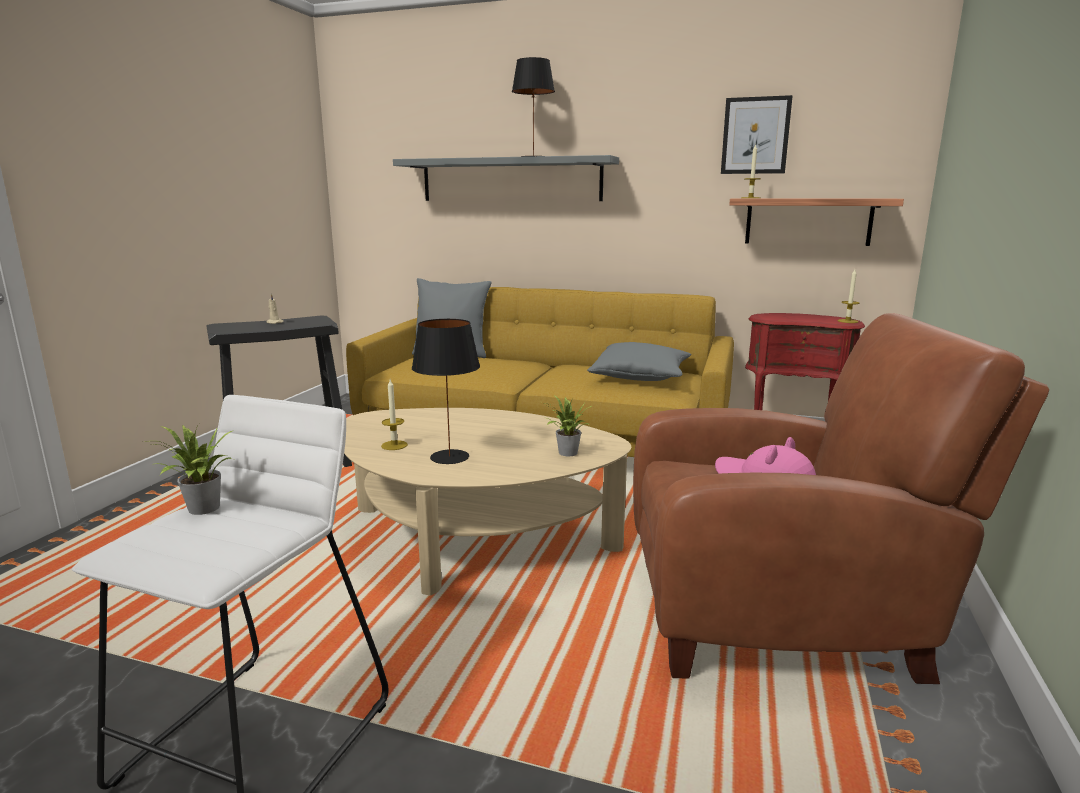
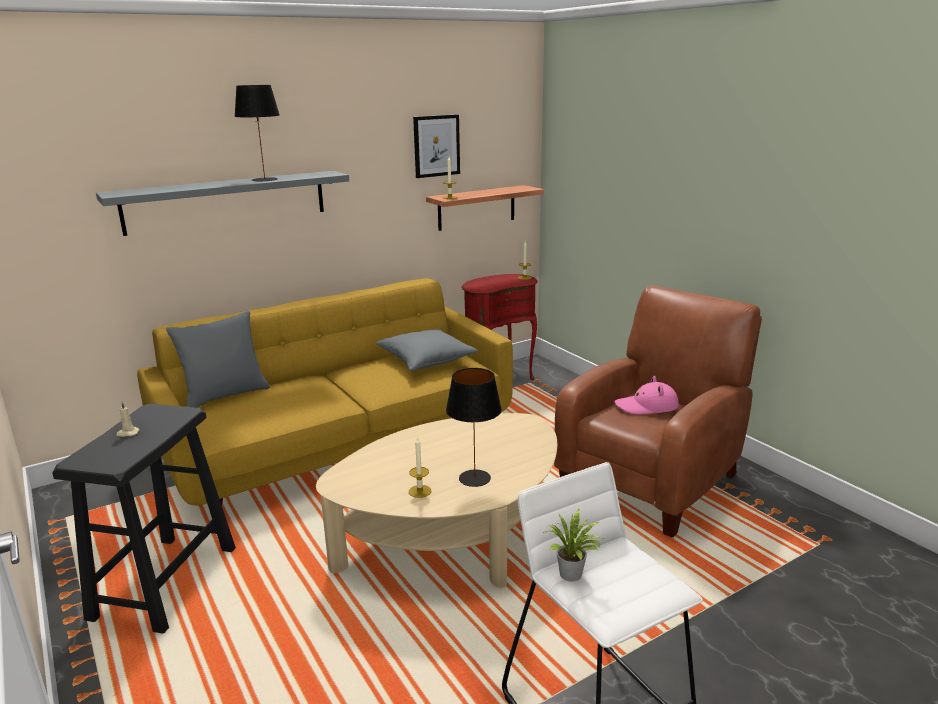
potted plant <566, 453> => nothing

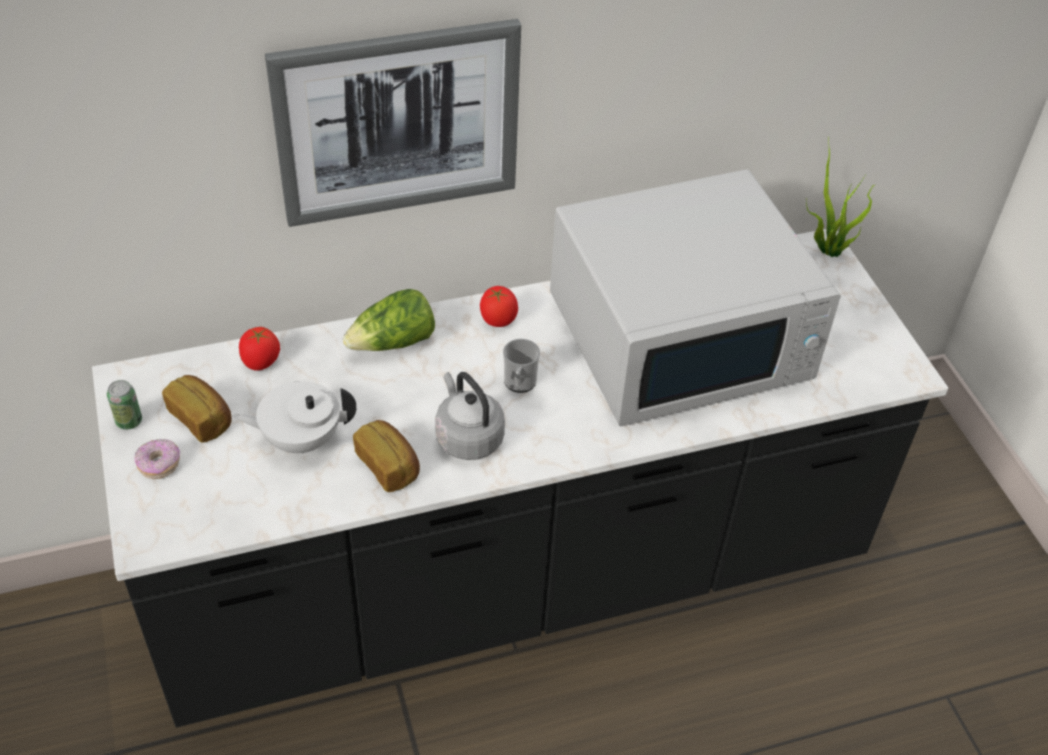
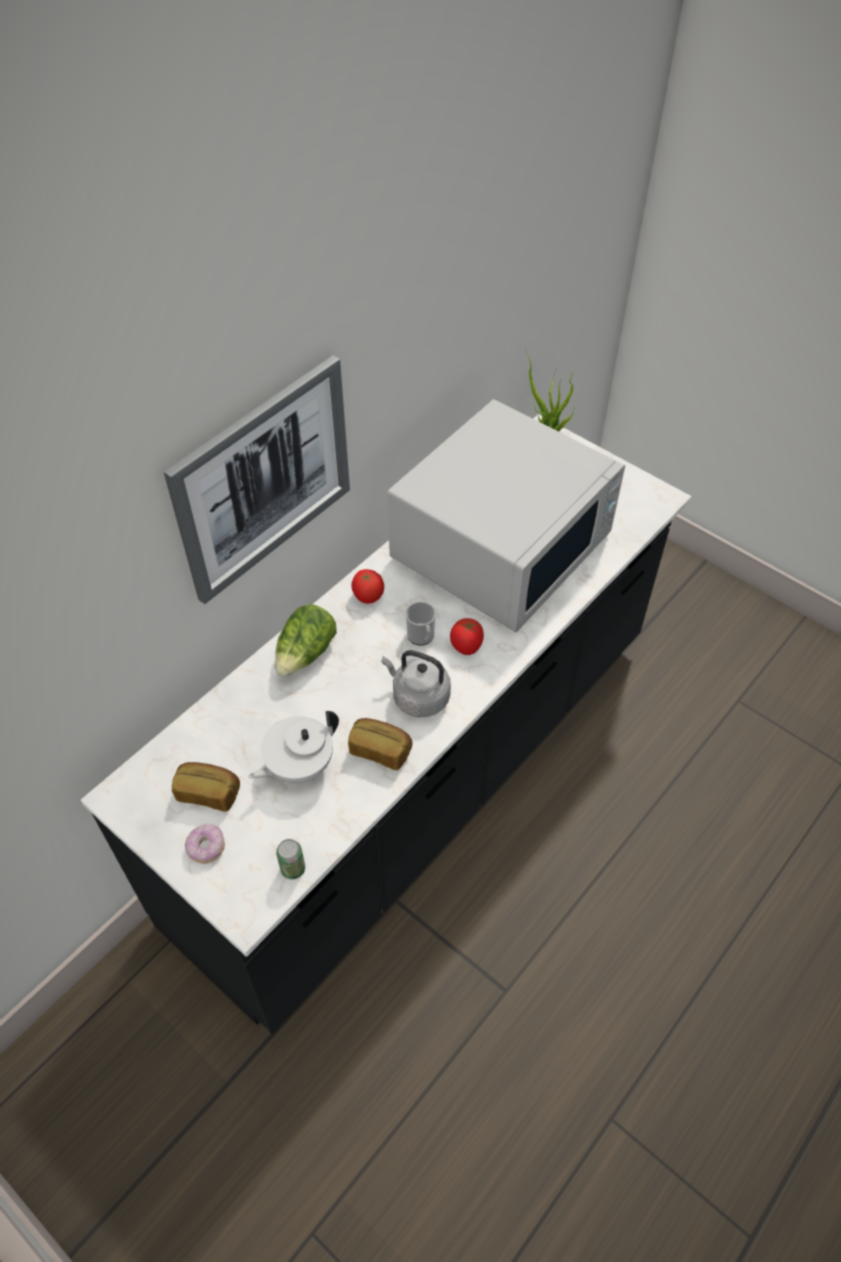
can <129, 421> => can <293, 869>, relocated
tomato <261, 362> => tomato <466, 646>, relocated

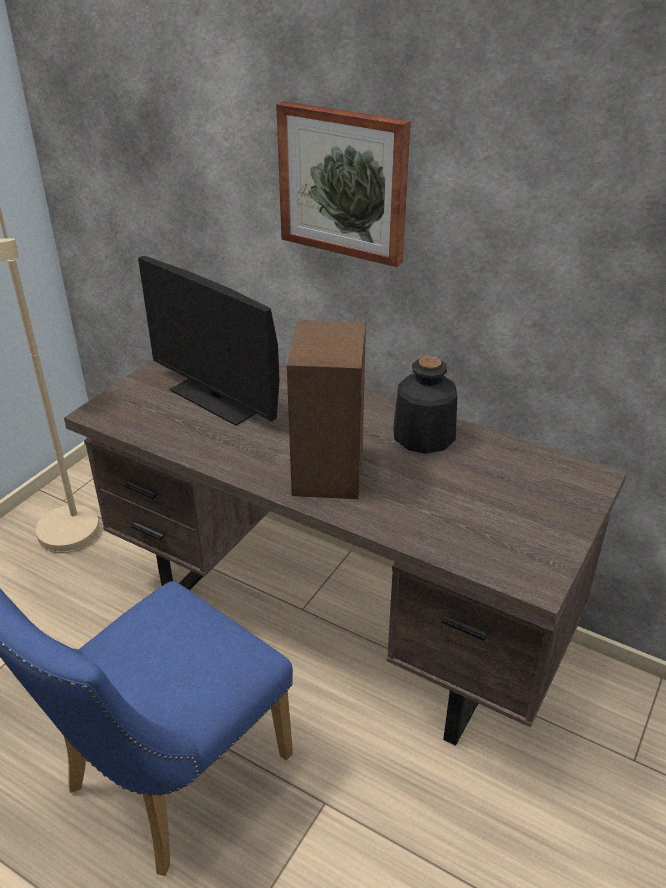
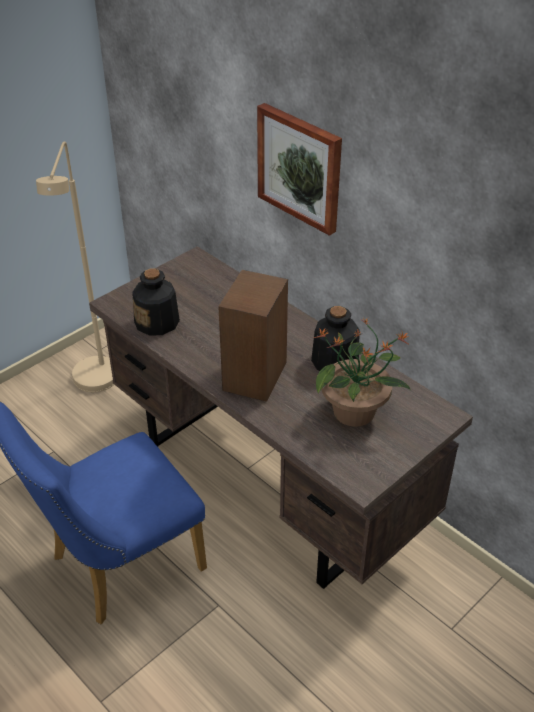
monitor <218, 398> => nothing
nothing => bottle <157, 322>
nothing => potted plant <355, 412>

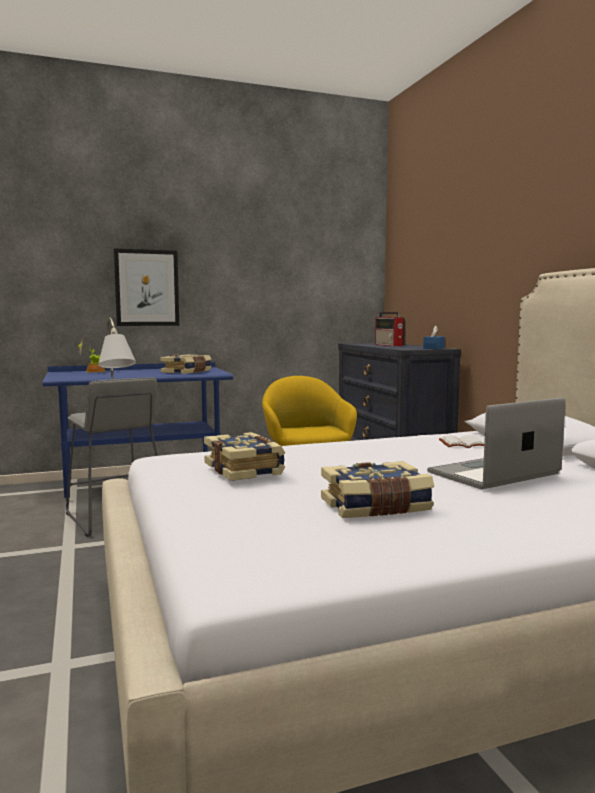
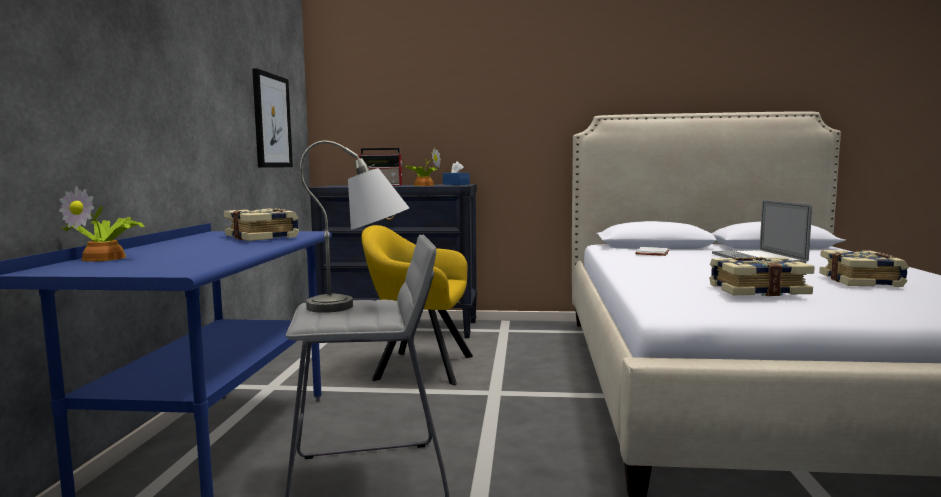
picture <147, 288> => picture <271, 121>, relocated
nothing => potted plant <422, 185>

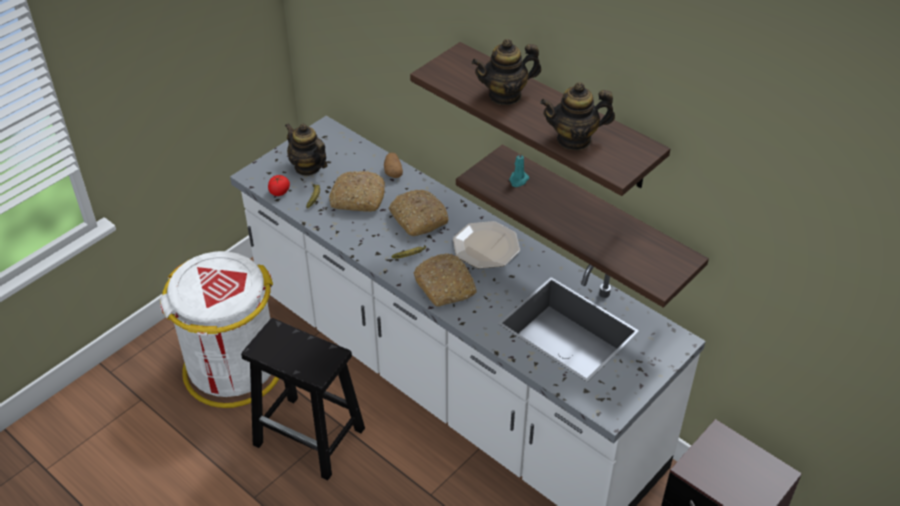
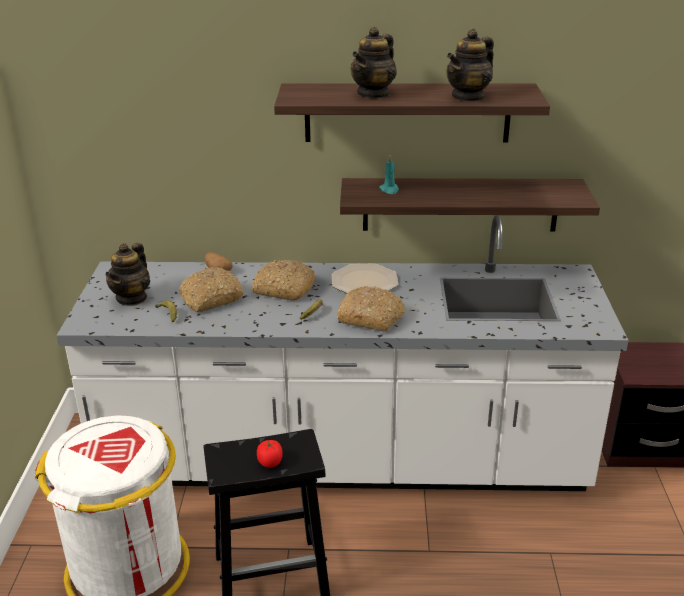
tomato <279, 192> => tomato <270, 462>, relocated
teapot <308, 167> => teapot <132, 298>, 75 degrees counterclockwise

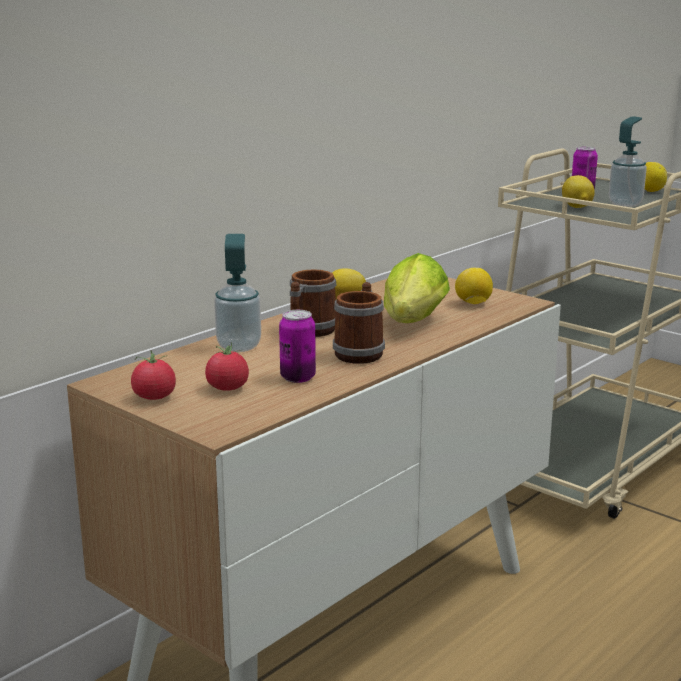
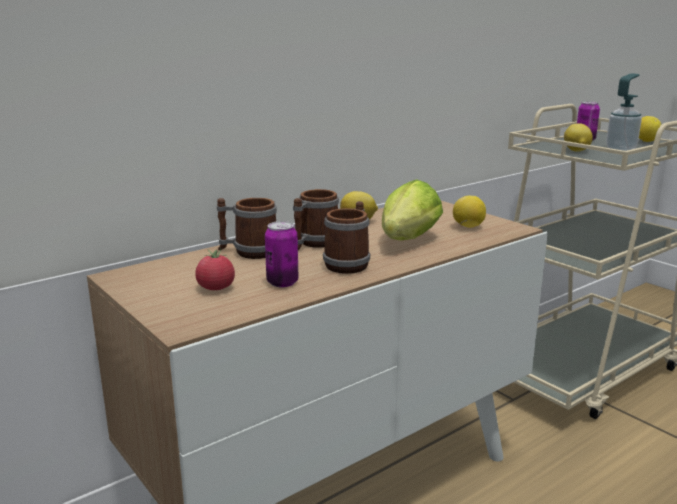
tomato <154, 397> => nothing
soap dispenser <239, 346> => mug <248, 252>

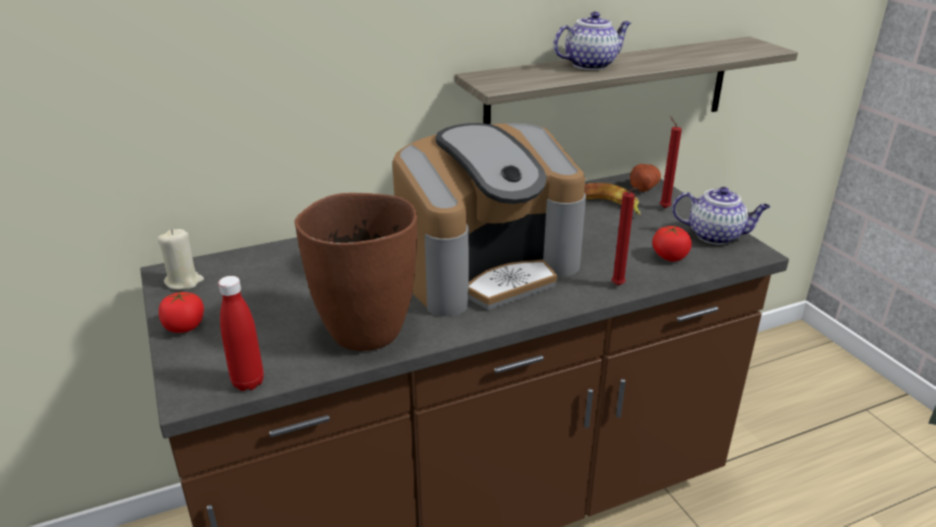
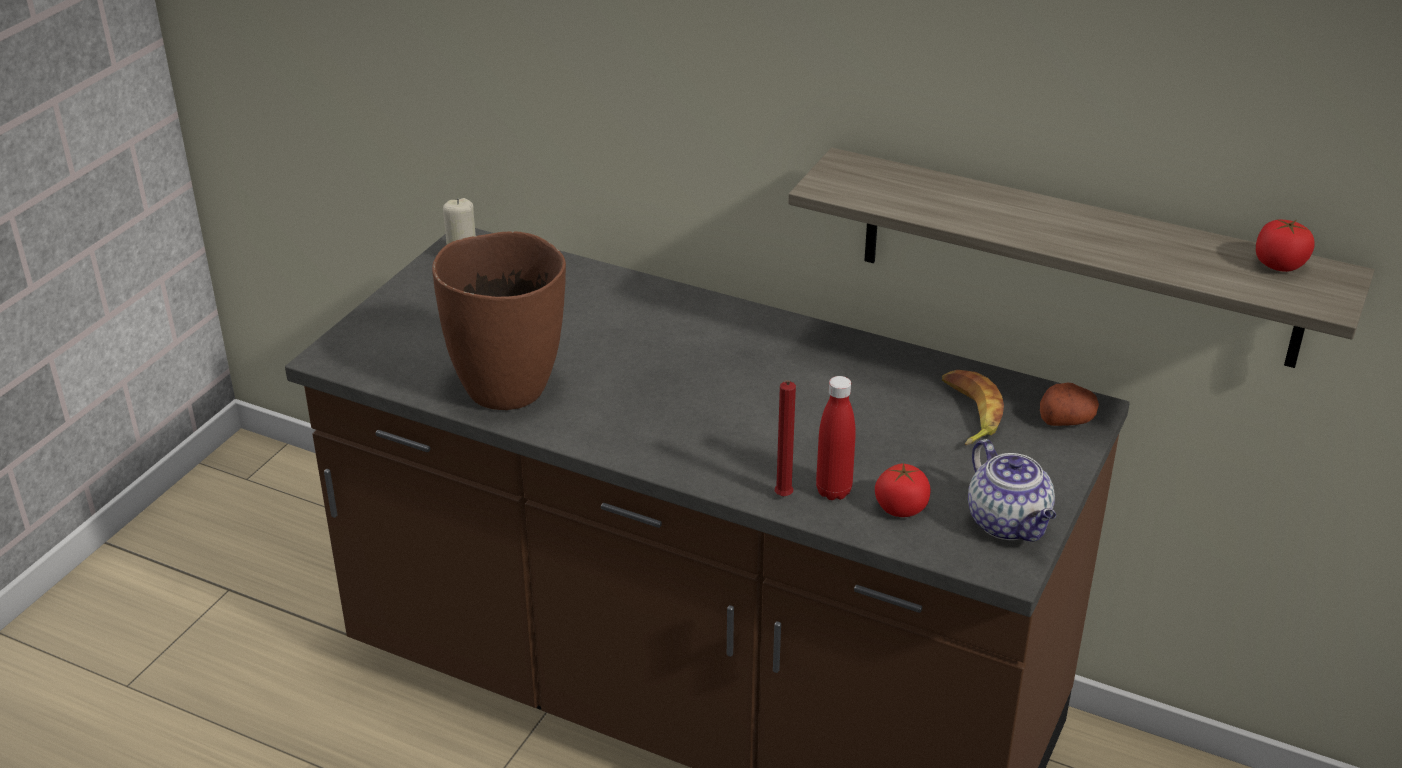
tomato <184, 326> => tomato <1279, 264>, relocated
red bottle <248, 382> => red bottle <833, 491>, relocated
coffee machine <485, 267> => nothing
teapot <591, 65> => nothing
red candle <663, 207> => nothing

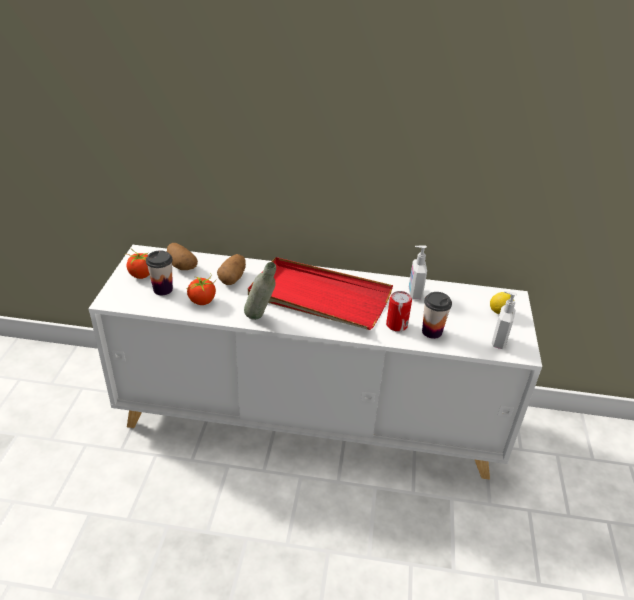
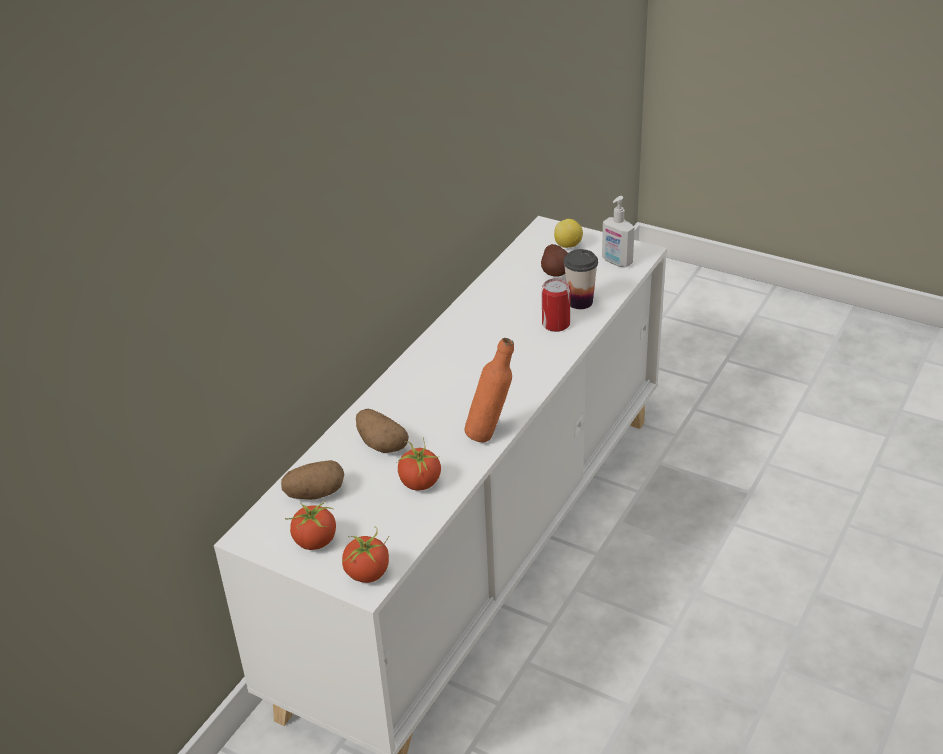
cup <163, 289> => nothing
grey bottle <260, 319> => orange bottle <491, 433>
red tray <319, 297> => nothing
soap dispenser <414, 293> => nothing
nothing => tomato <367, 573>
nothing => potato <555, 271>

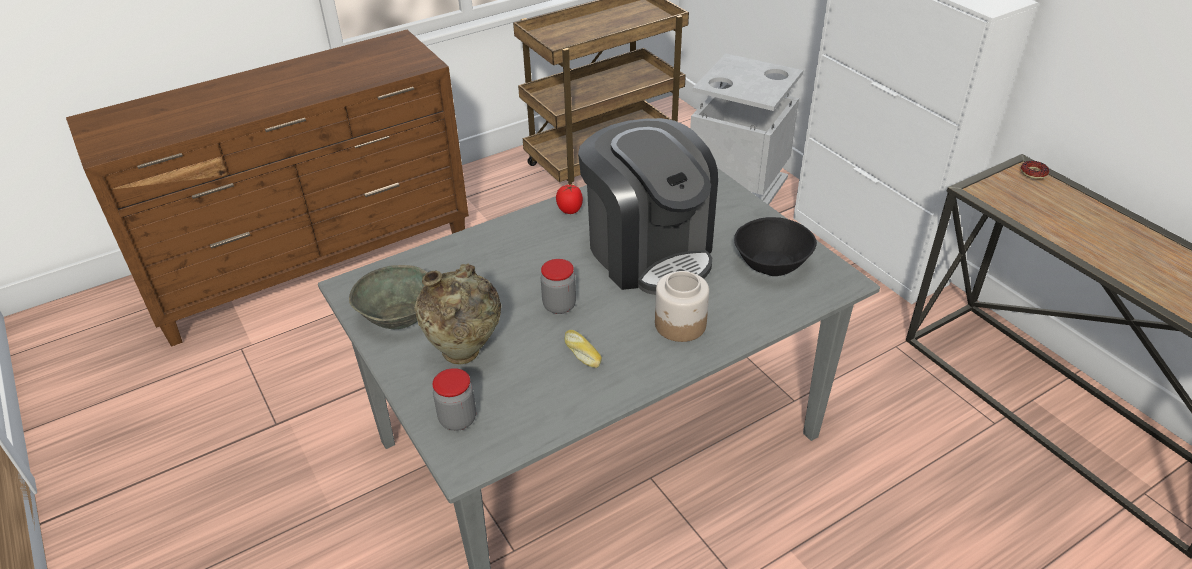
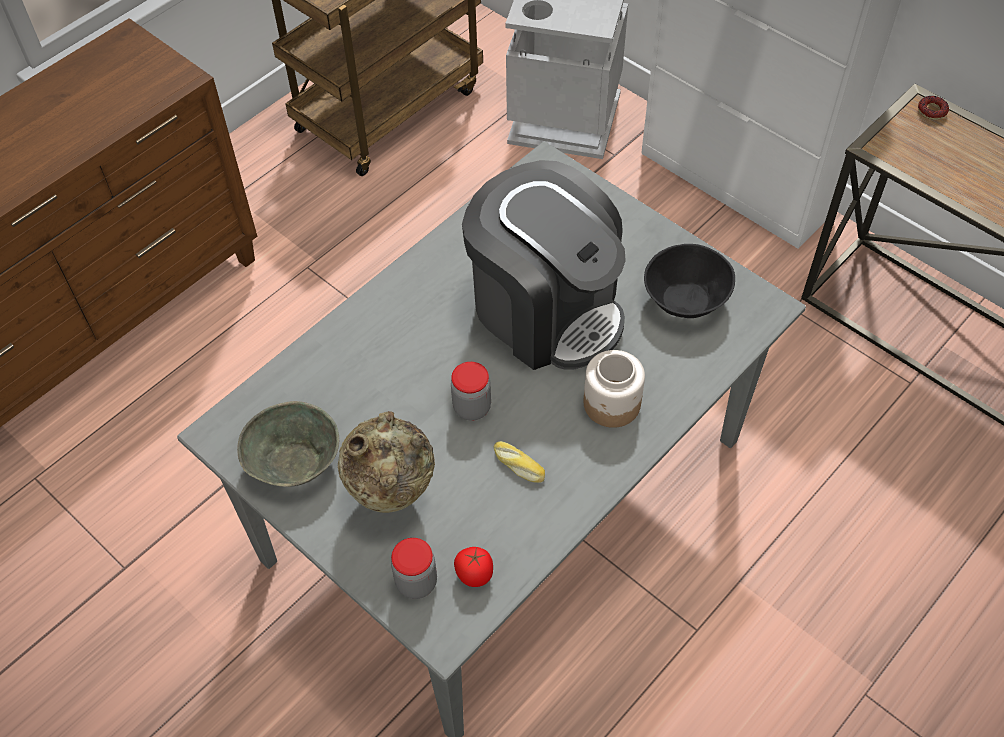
tomato <569, 210> => tomato <474, 575>, relocated

